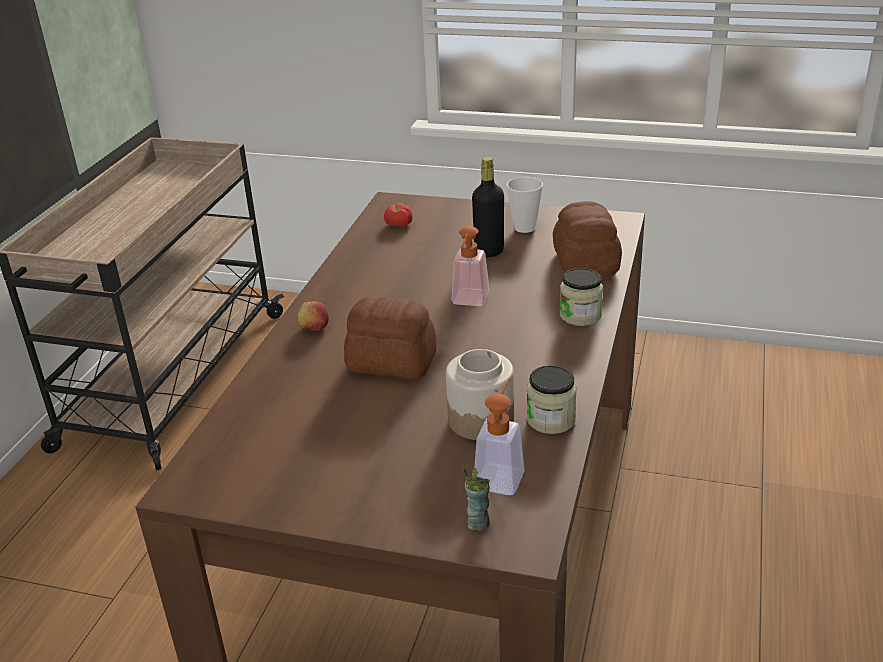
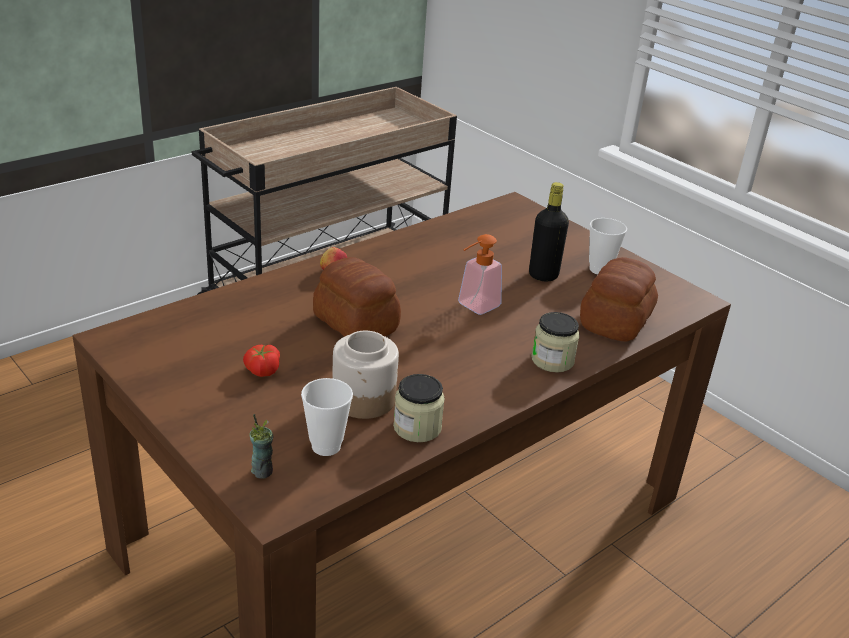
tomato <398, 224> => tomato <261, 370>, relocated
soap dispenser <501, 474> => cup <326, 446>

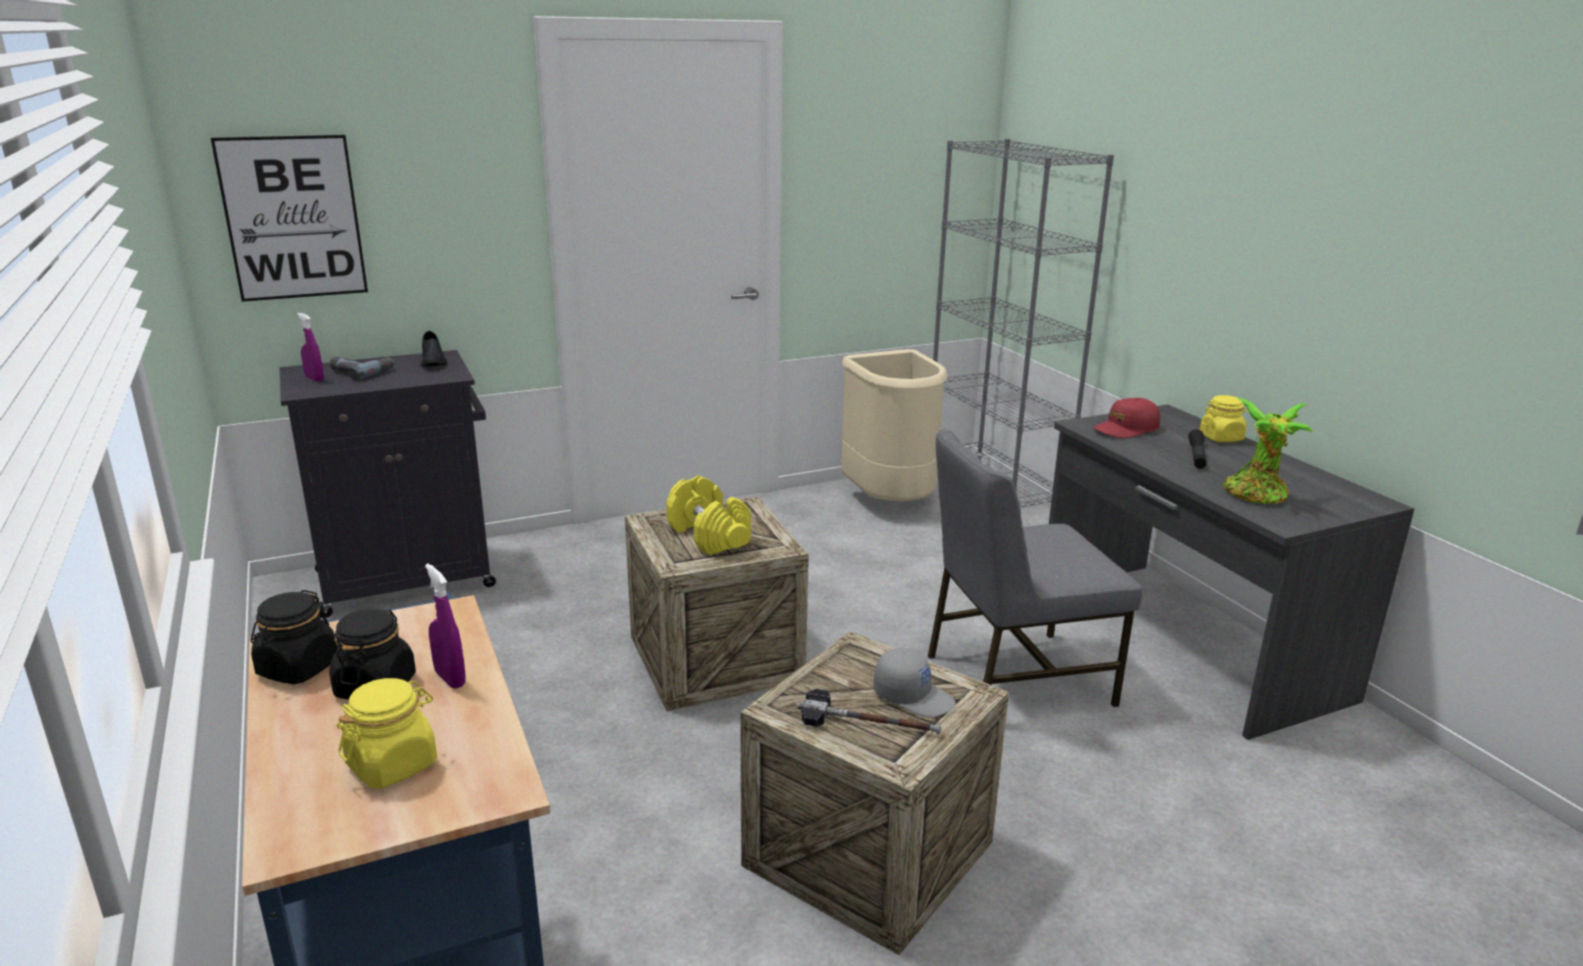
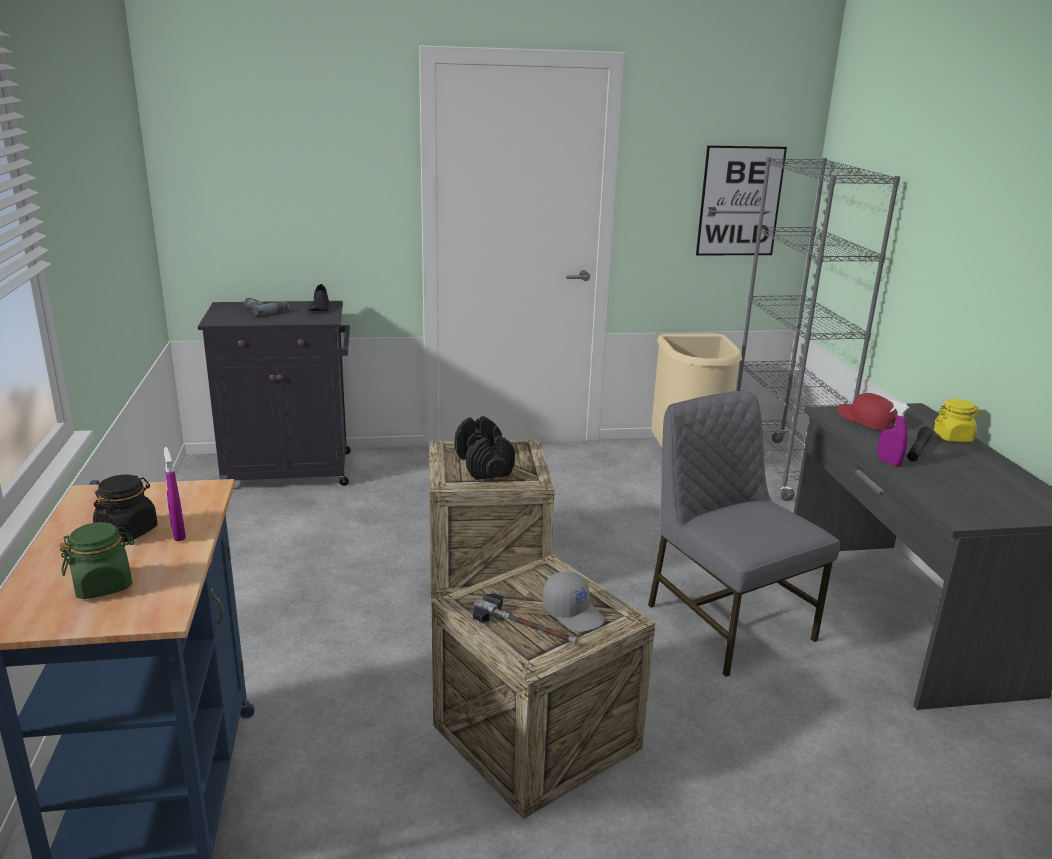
picture <293, 218> => picture <740, 201>, relocated
black jar <298, 668> => nothing
purple spray bottle <314, 379> => purple spray bottle <888, 462>, relocated
yellow jar <393, 764> => green jar <103, 585>
yellow dumbbell <709, 536> => black dumbbell <484, 465>
grey chair <1014, 678> => grey chair <726, 621>, 60 degrees clockwise
red cap <1126, 429> => red cap <866, 420>, 75 degrees clockwise
potted plant <1257, 496> => nothing

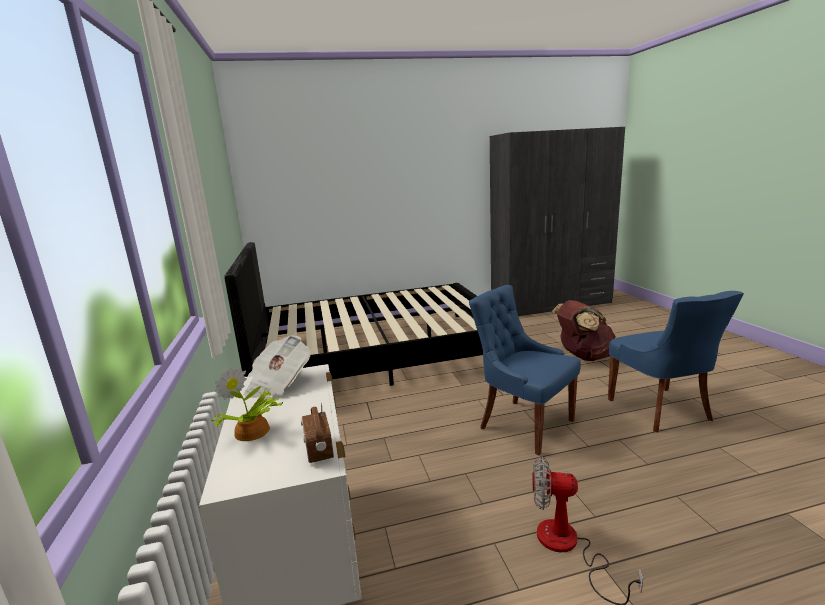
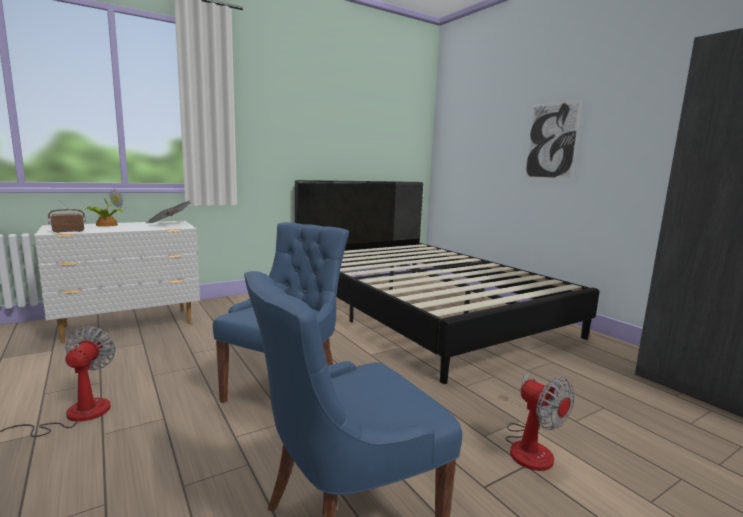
brown backpack <583, 356> => fan <530, 446>
nothing => picture <551, 141>

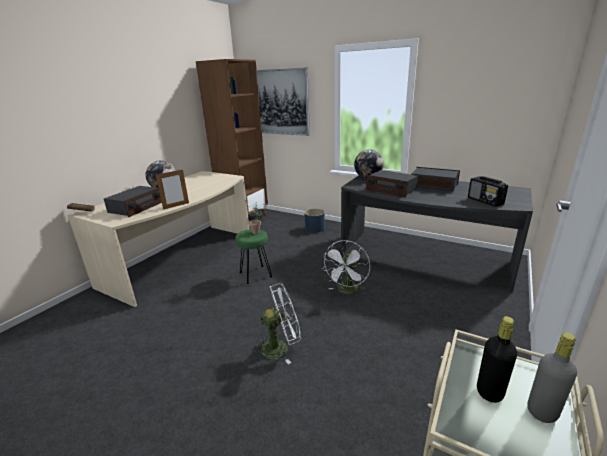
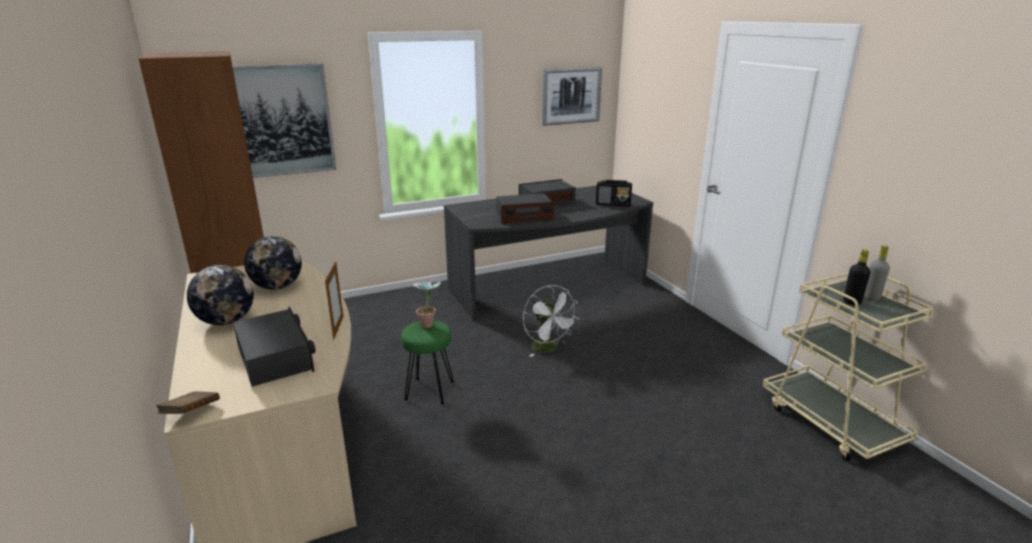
white fan <280, 347> => nothing
blue planter <314, 228> => nothing
globe <368, 178> => globe <277, 287>, relocated
nothing => picture <571, 96>

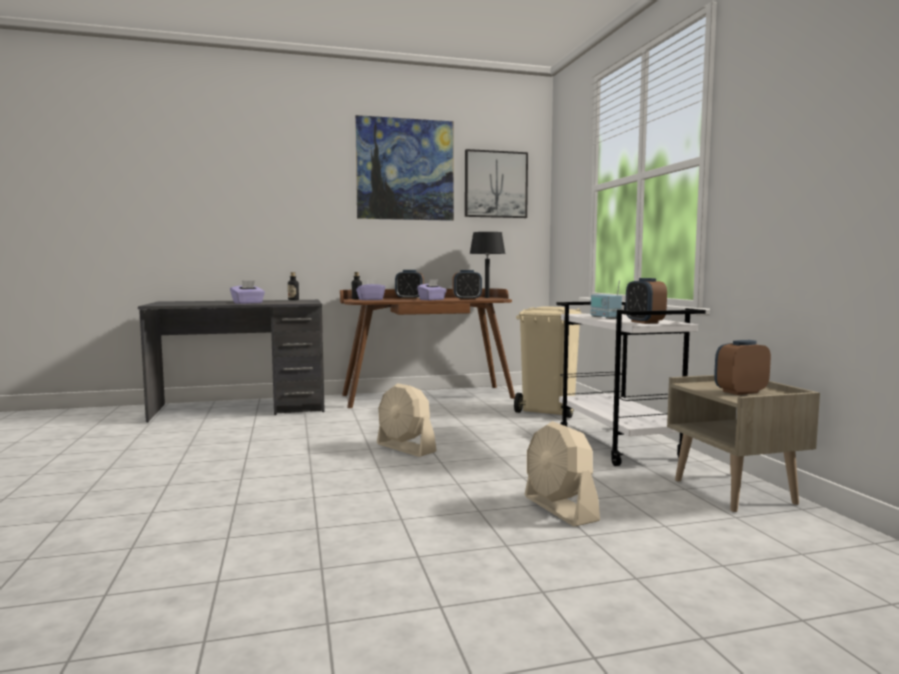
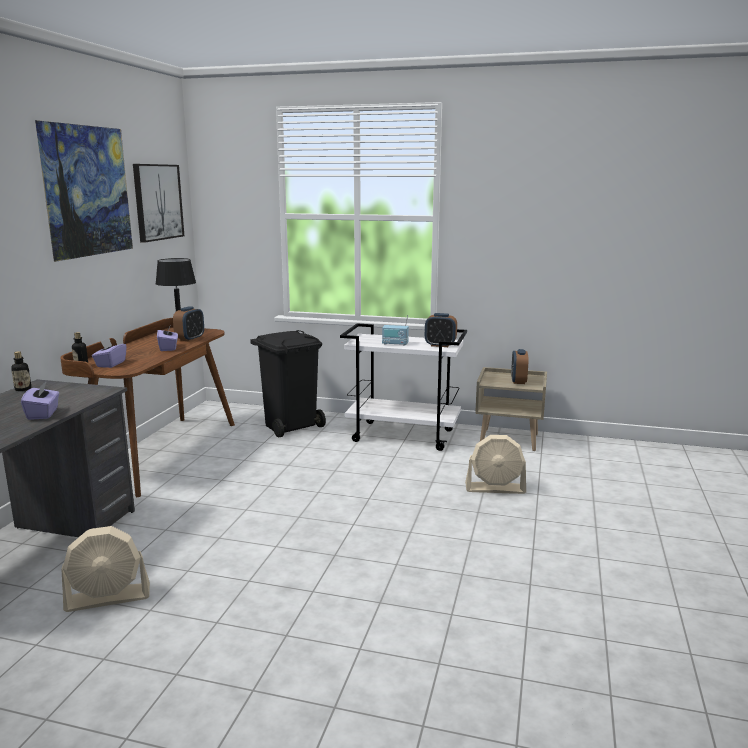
beige fan <405, 448> => beige fan <108, 598>, relocated
alarm clock <409, 298> => nothing
beige trash can <550, 410> => black trash can <291, 426>

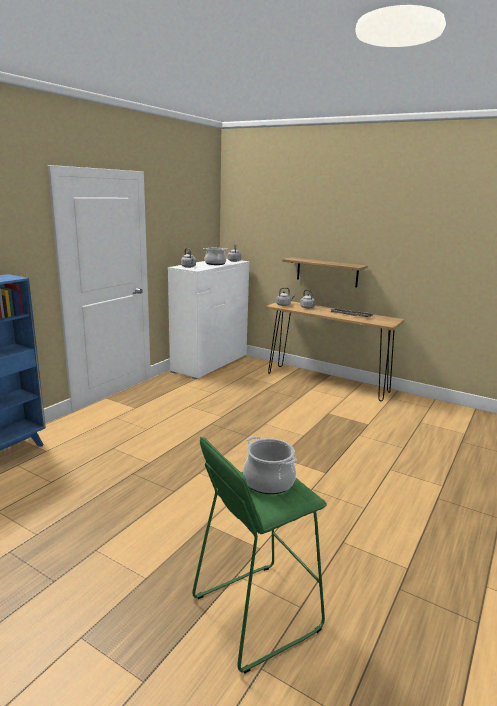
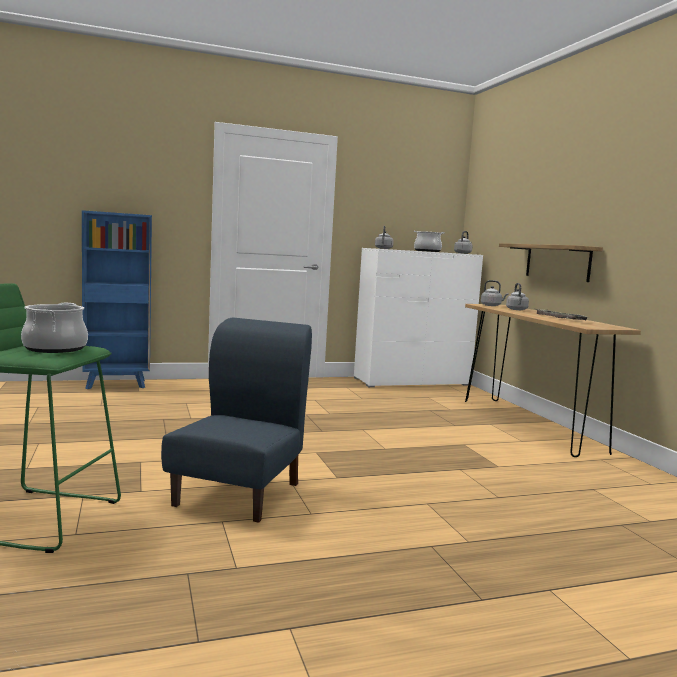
nothing => blue chair <239, 494>

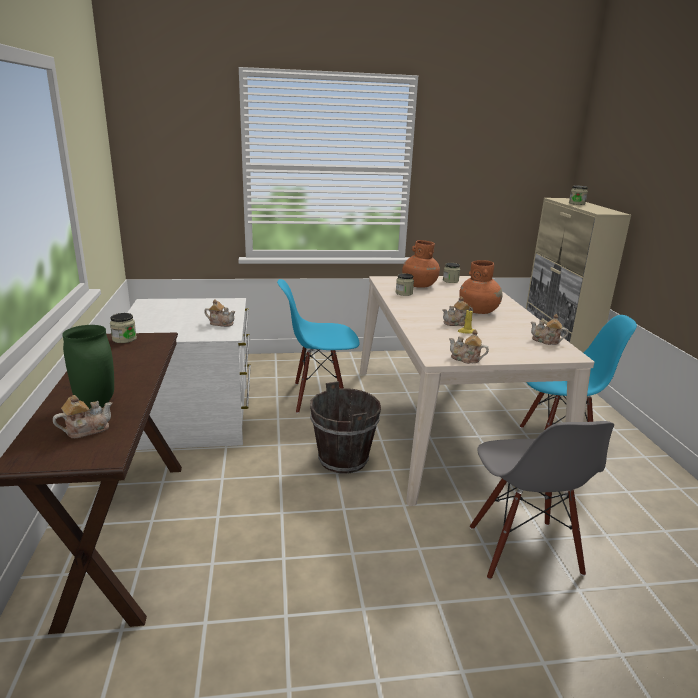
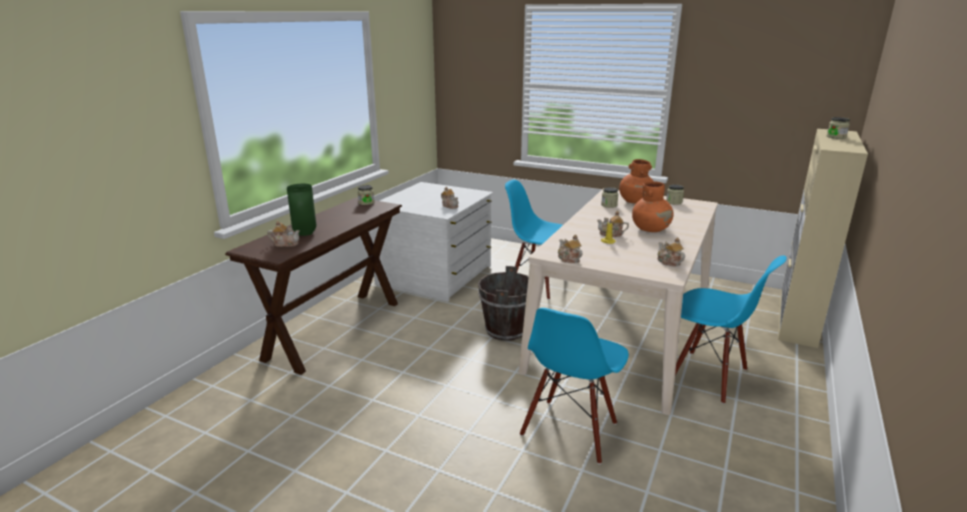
grey chair <522, 550> => blue chair <570, 430>

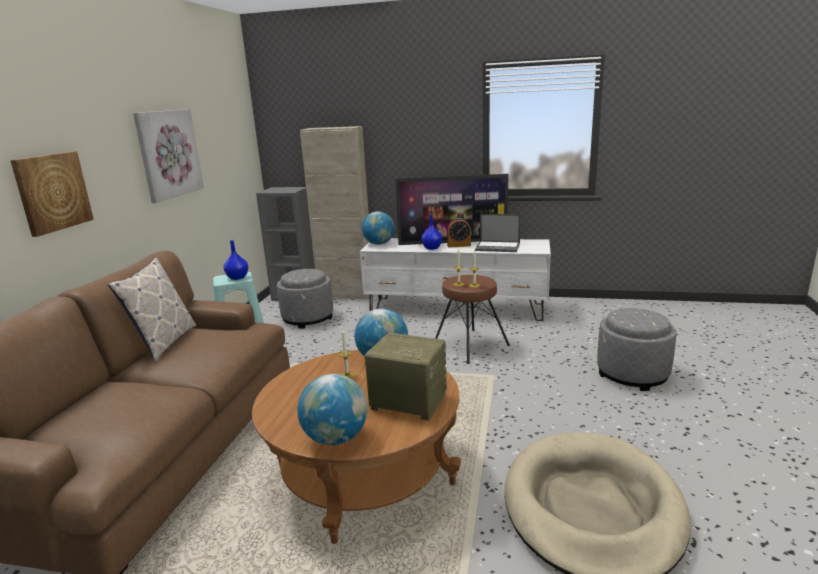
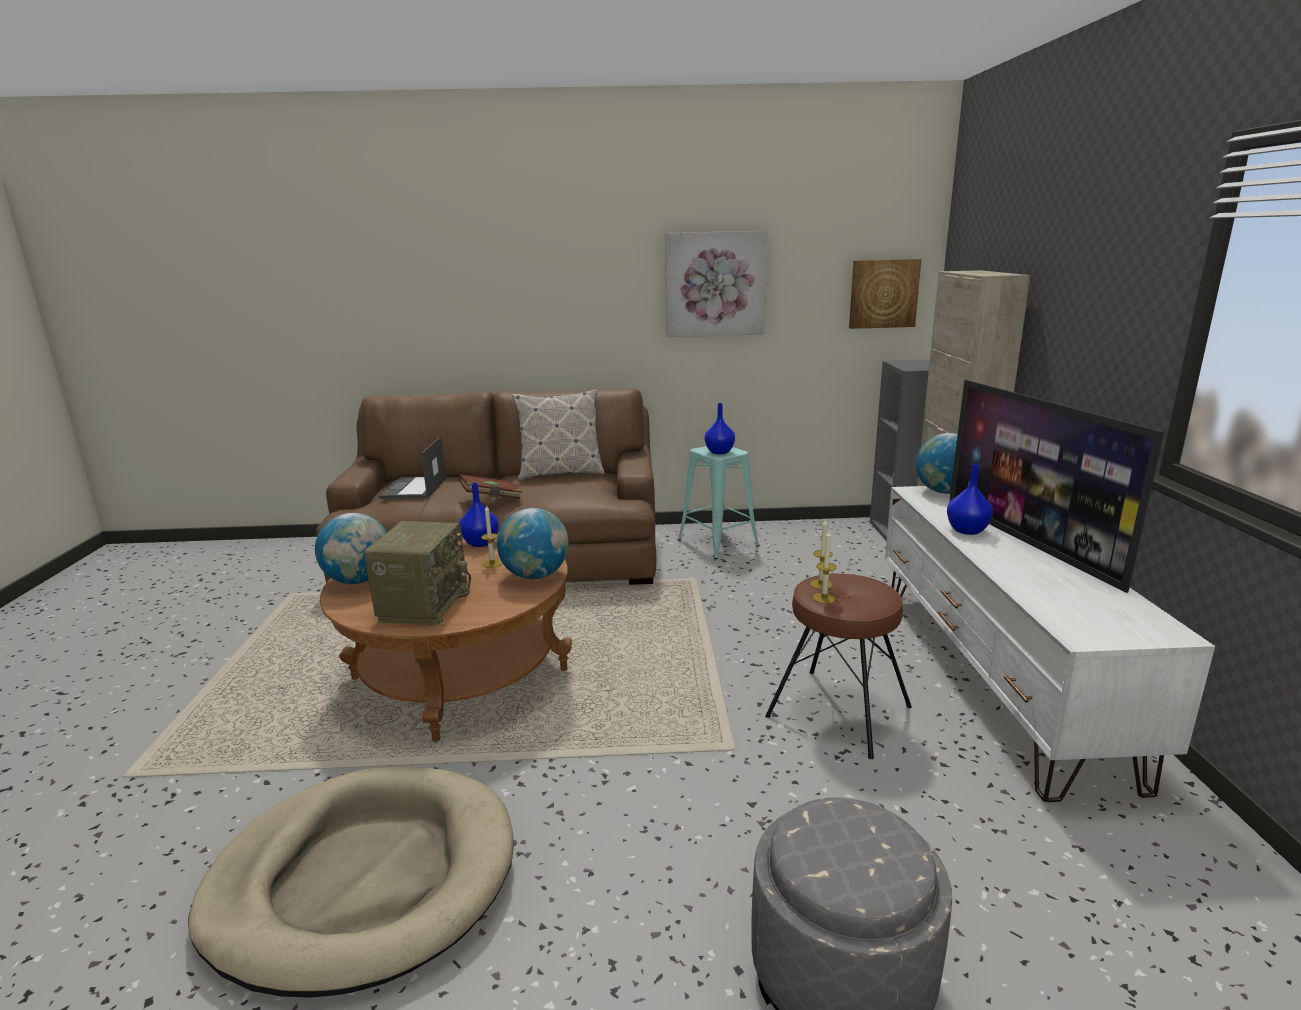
picture <52, 192> => picture <883, 293>, relocated
grey ottoman <308, 318> => nothing
alarm clock <459, 245> => nothing
laptop <498, 247> => laptop <414, 489>, relocated
nothing => brown book <491, 498>
nothing => blue vase <480, 543>

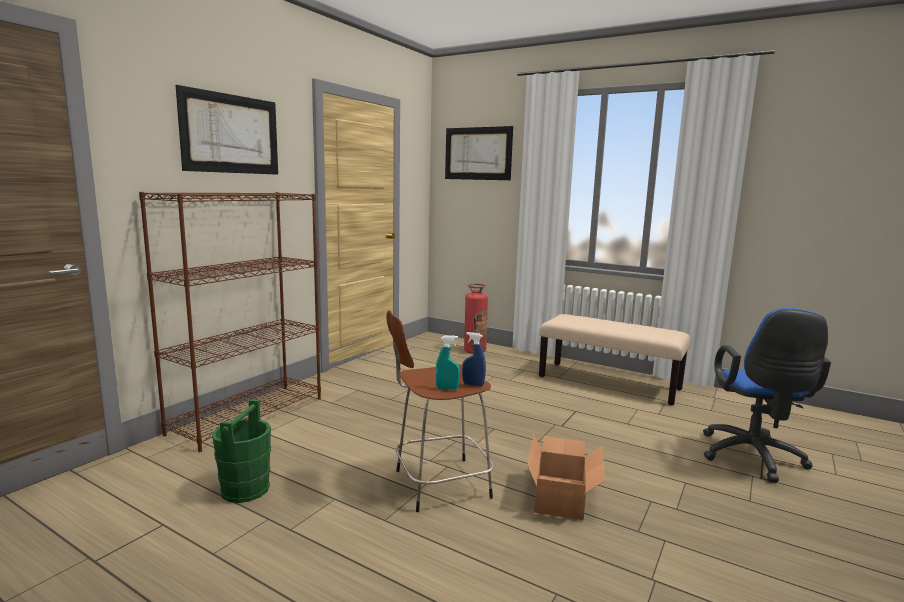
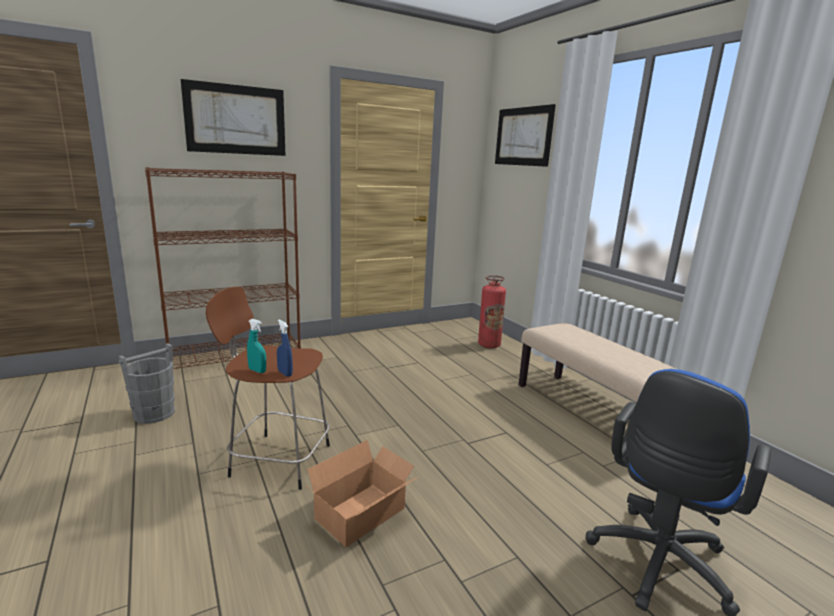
green bucket <245, 490> => grey bucket <154, 414>

